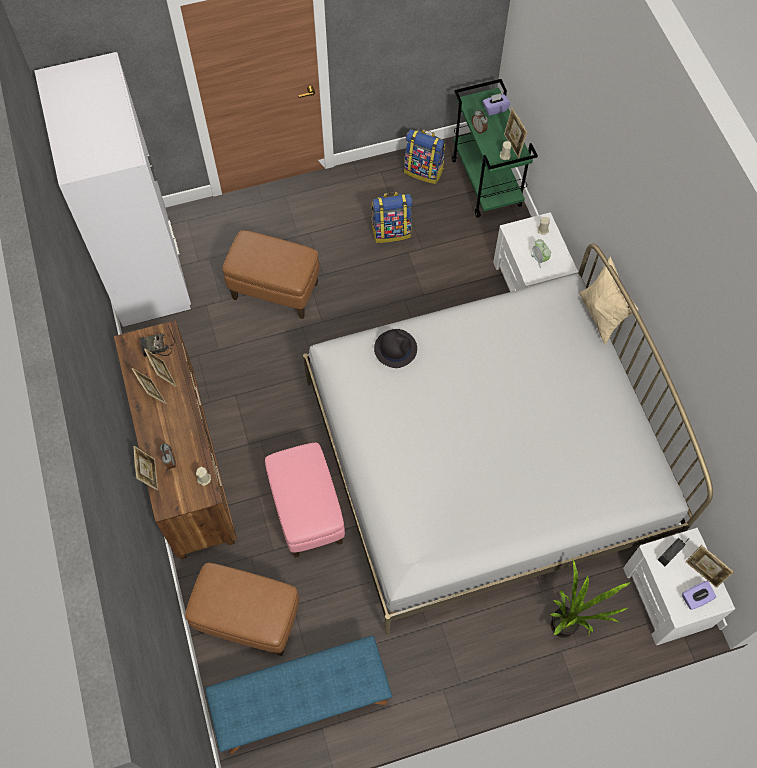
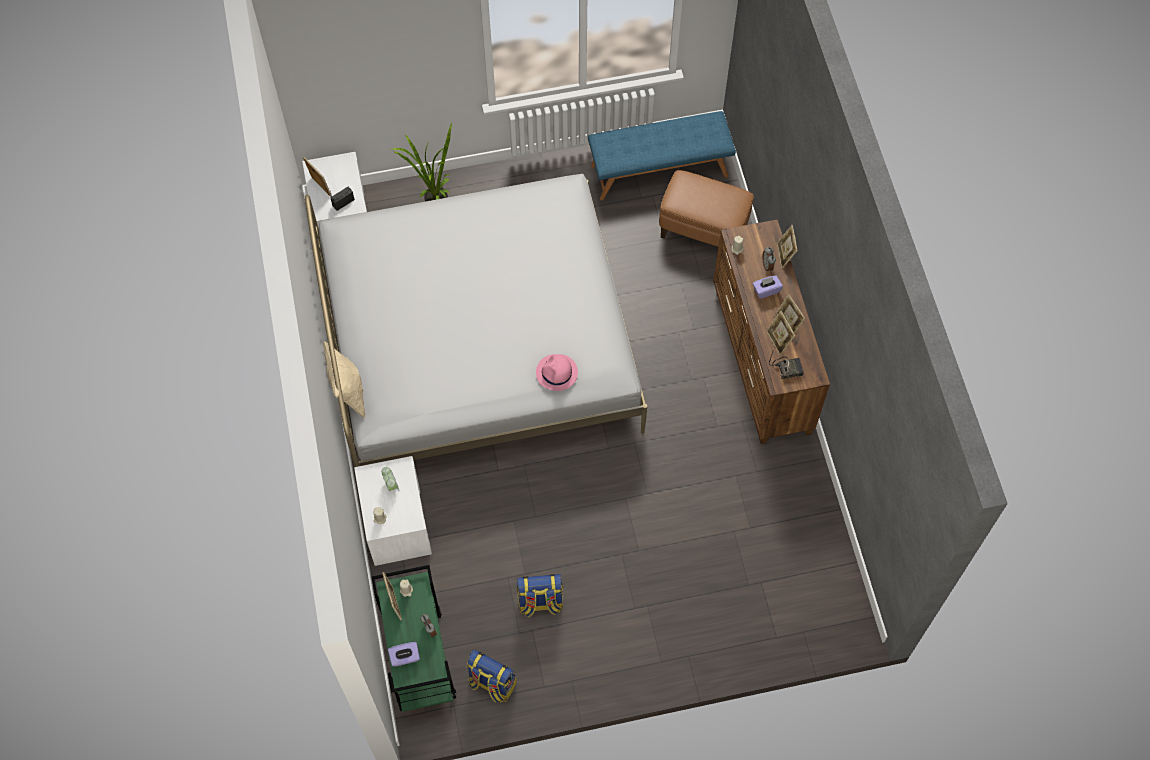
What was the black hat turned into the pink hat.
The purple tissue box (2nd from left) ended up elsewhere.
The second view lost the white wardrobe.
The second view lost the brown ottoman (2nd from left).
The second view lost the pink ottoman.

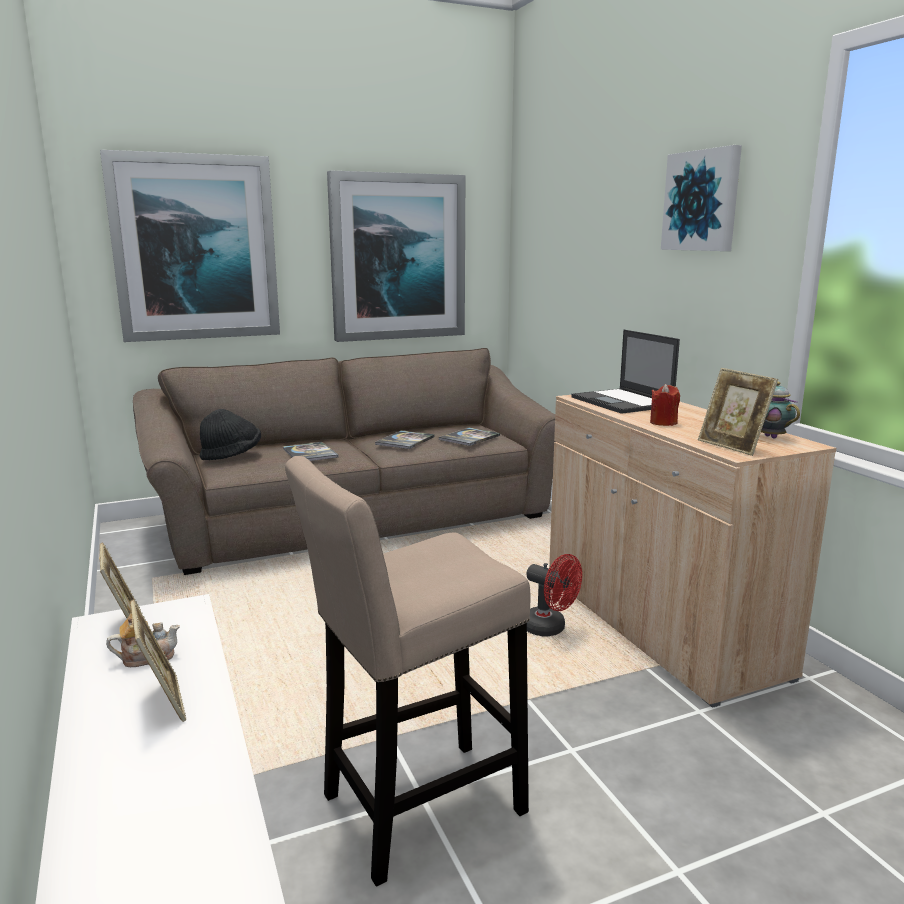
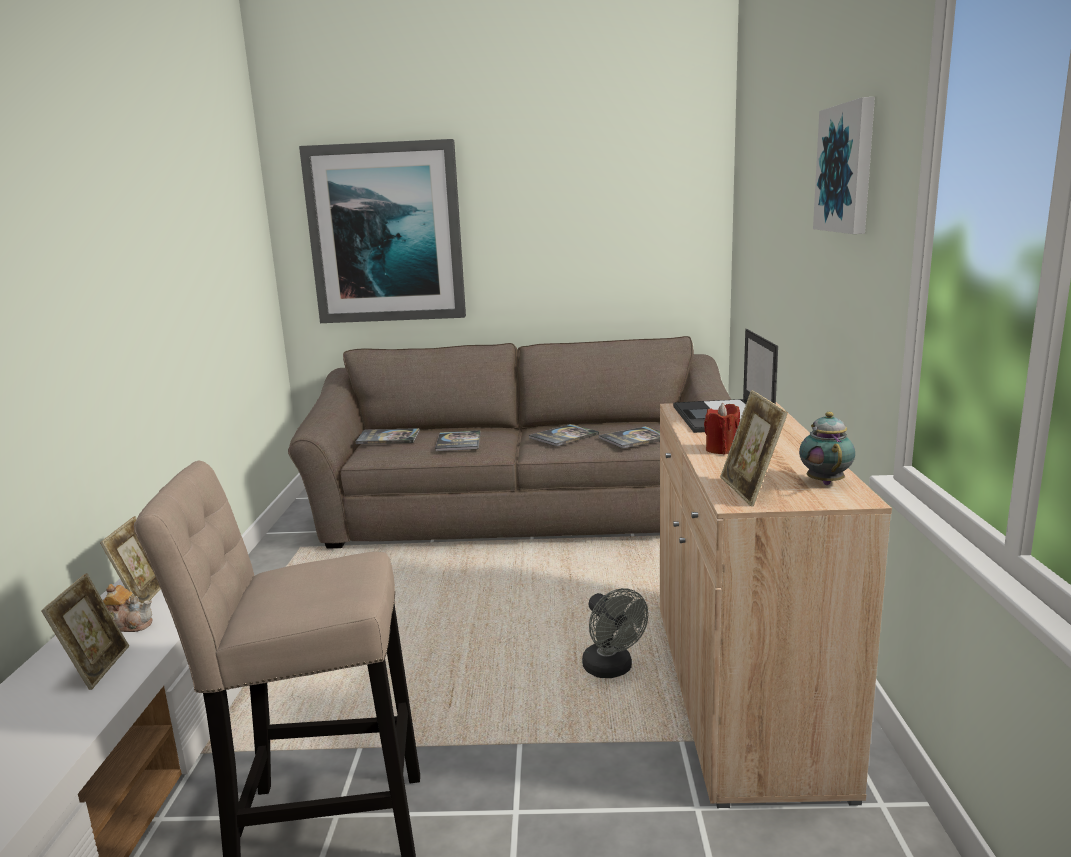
Where the black hat stood, the book (1st from left) came to stand.
What was the red fan turned into the grey fan.
The second view lost the picture (2nd from left).

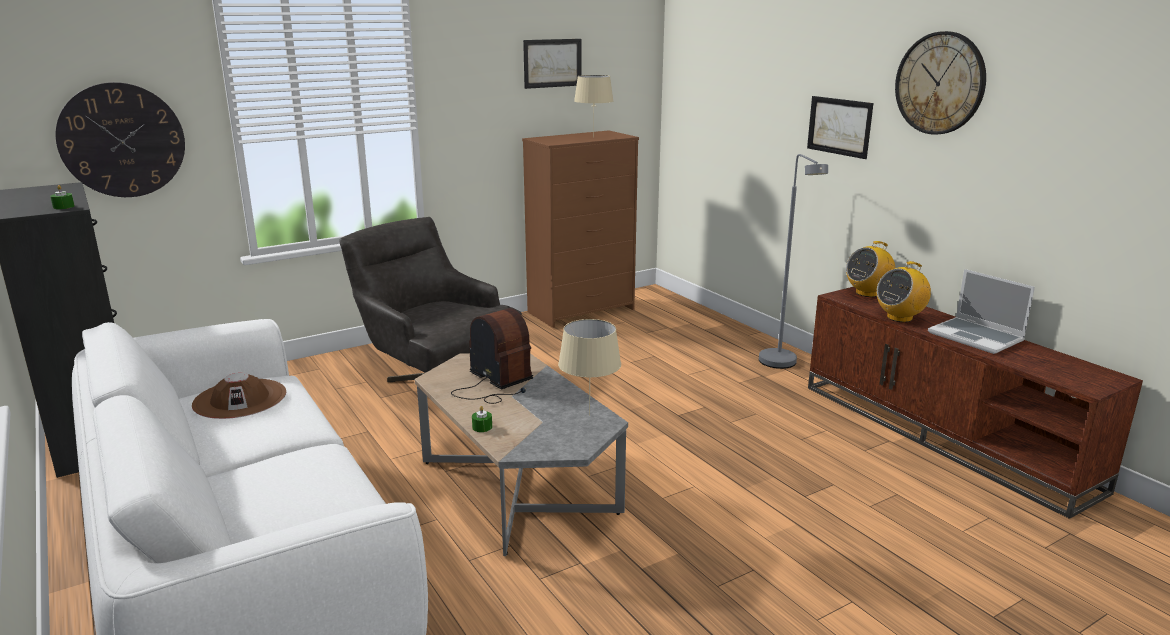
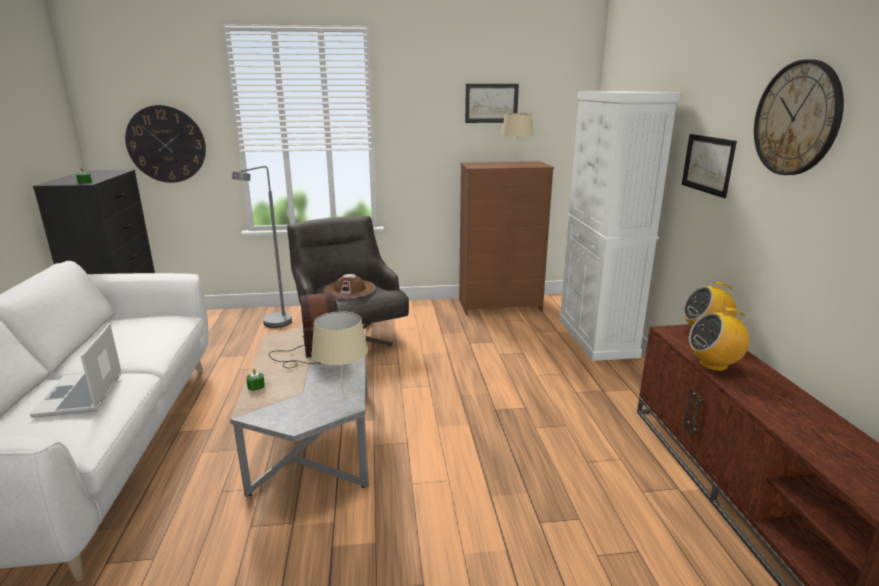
The laptop ended up elsewhere.
The grey floor lamp ended up elsewhere.
The brown hat ended up elsewhere.
The second view gained the white cabinet.

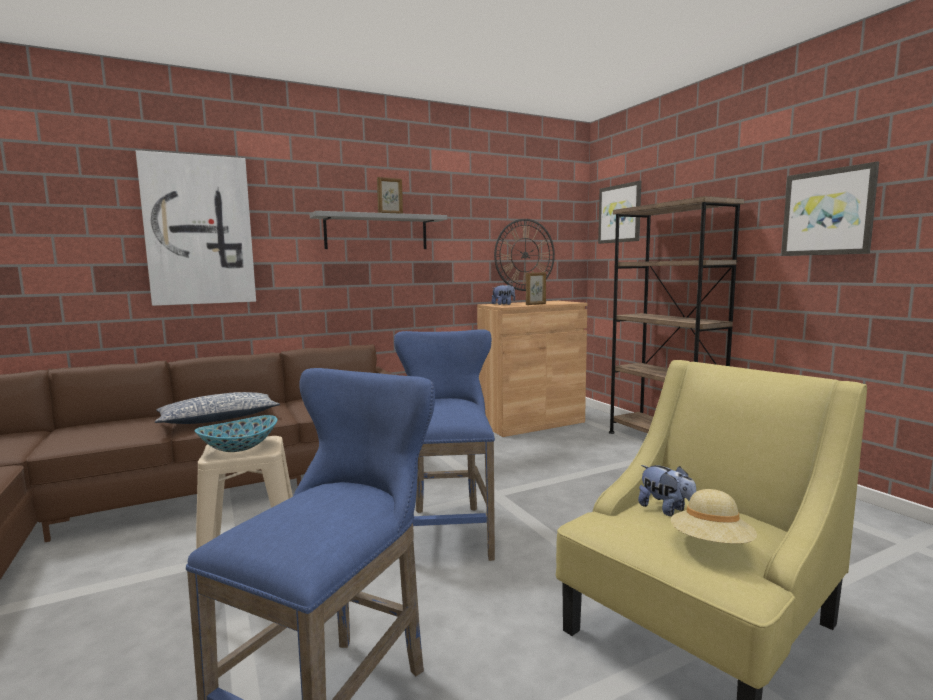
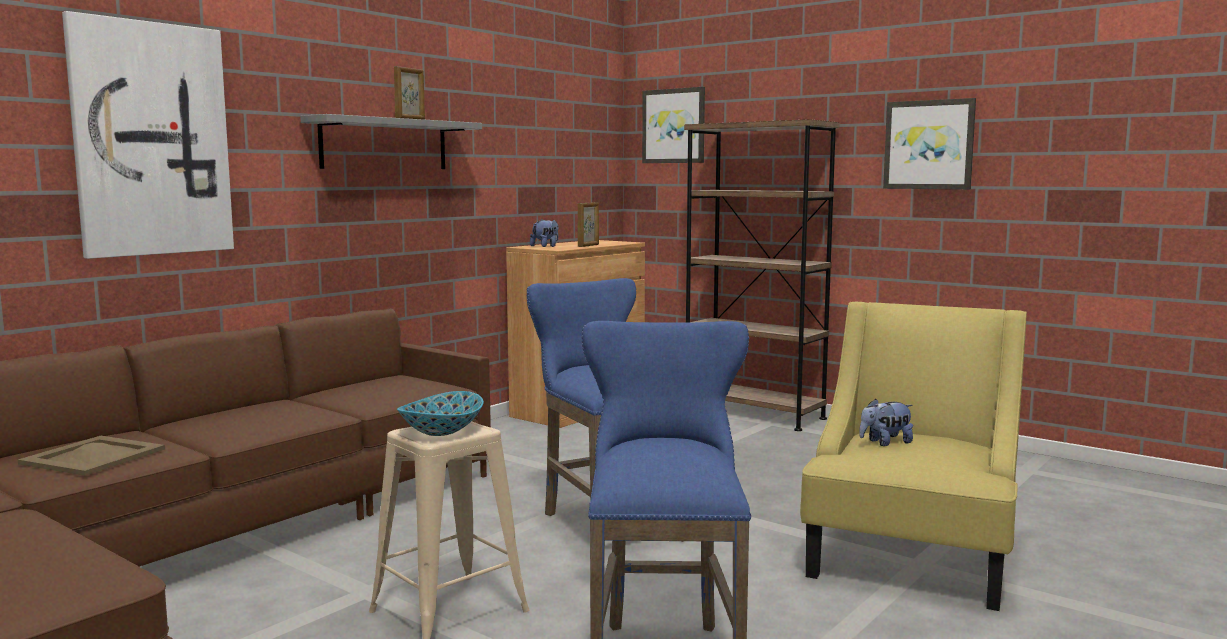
The second view gained the beige tray.
The plush toy (2nd from left) ended up facing another way, 135 degrees clockwise from before.
The second view lost the pillow.
The second view lost the wall clock.
The second view lost the beige hat.

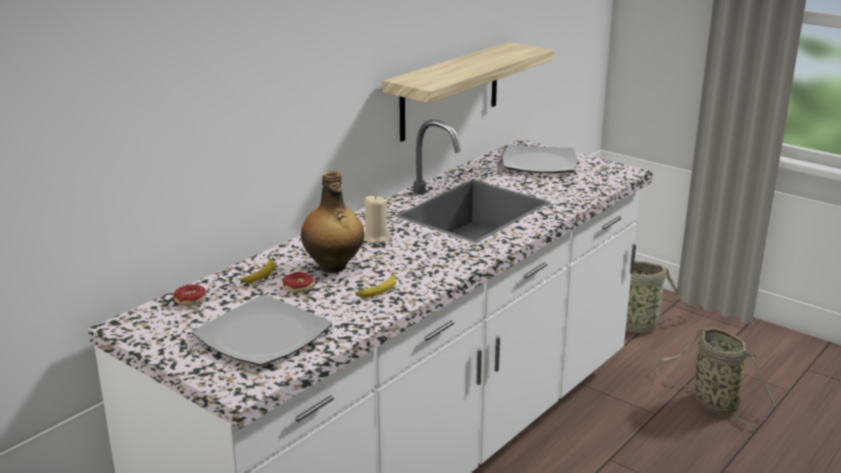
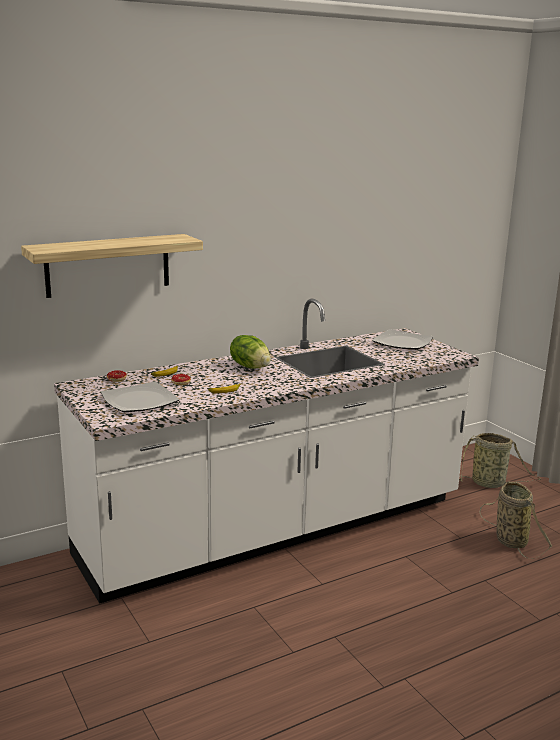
The shelf ended up elsewhere.
Where the beige candle stood, the lettuce came to stand.
The second view lost the bottle.

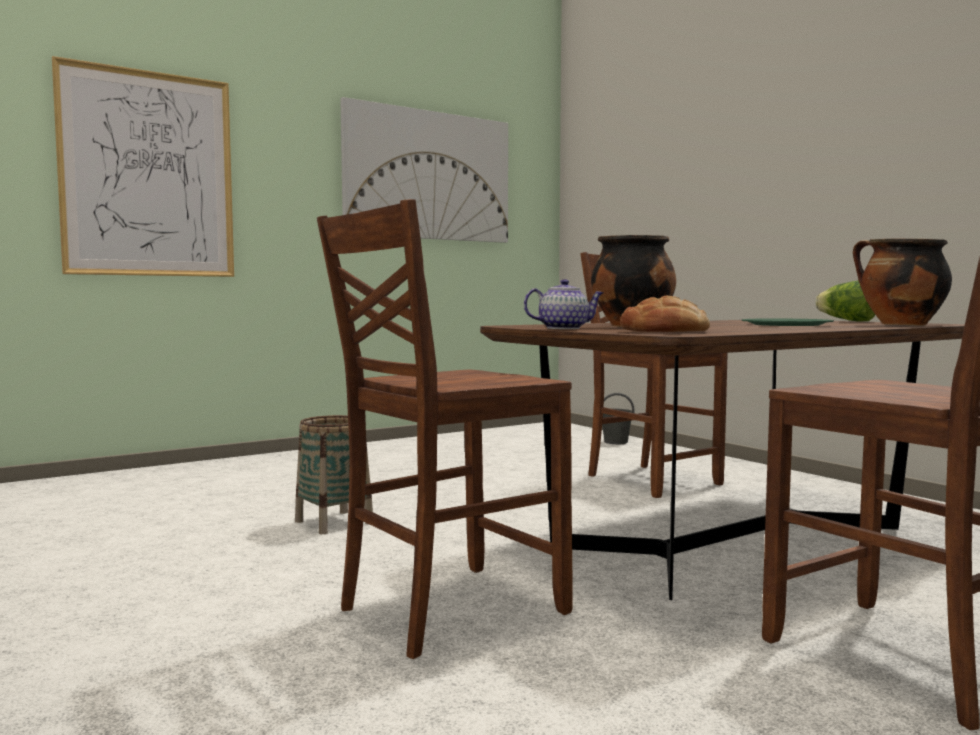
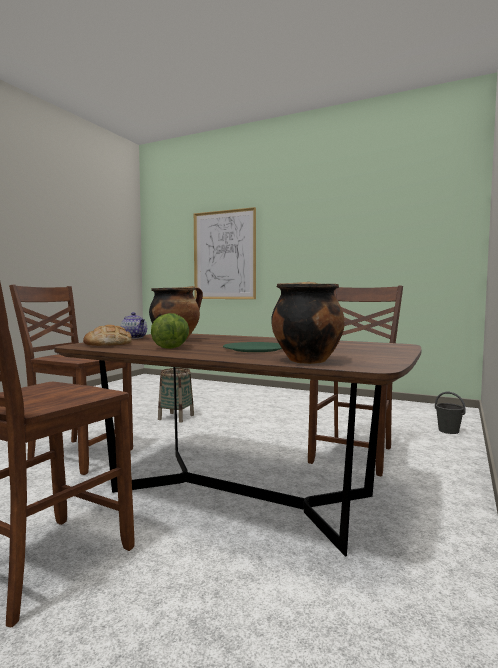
The lettuce ended up elsewhere.
The second view lost the picture (2nd from left).

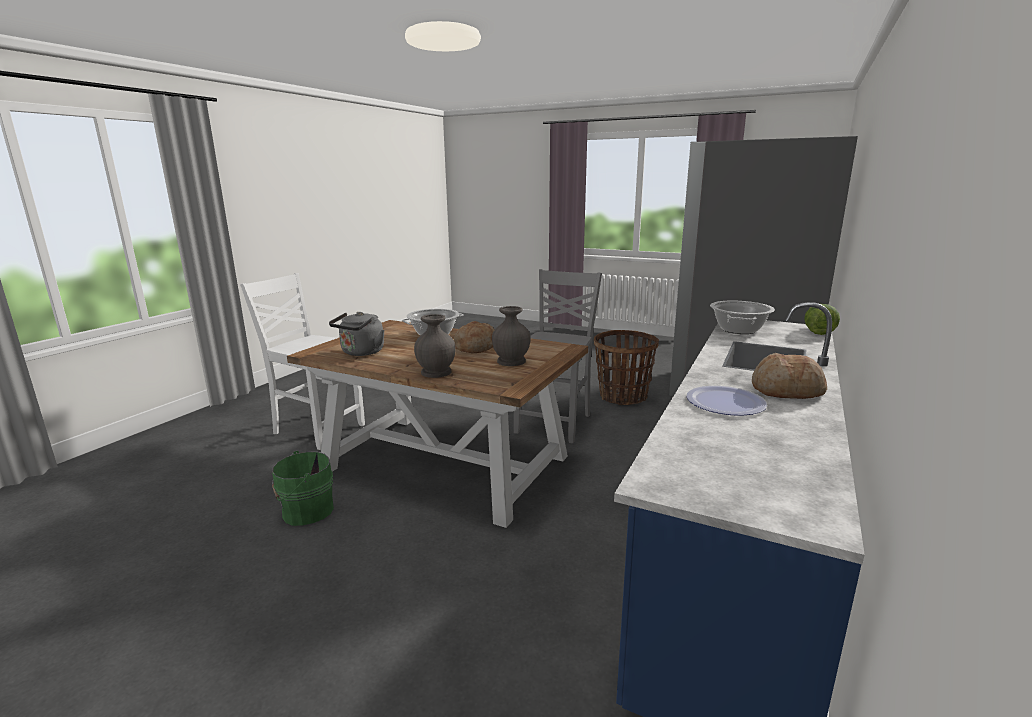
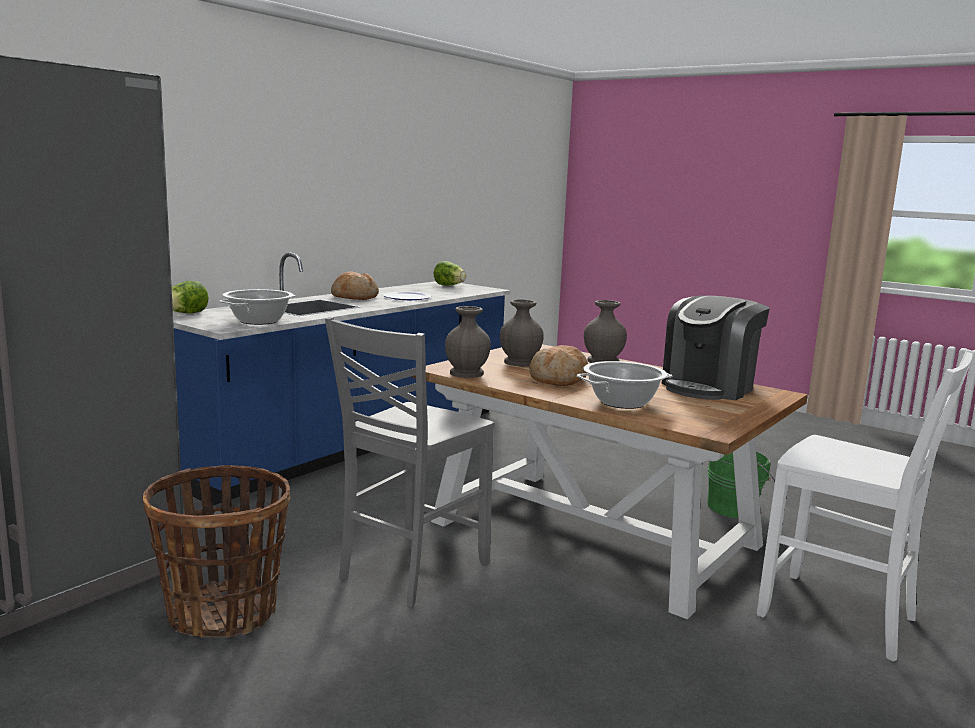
The second view gained the lettuce (2nd from left).
The second view gained the grey vase (1st from left).
Where the grey kettle stood, the coffee machine came to stand.

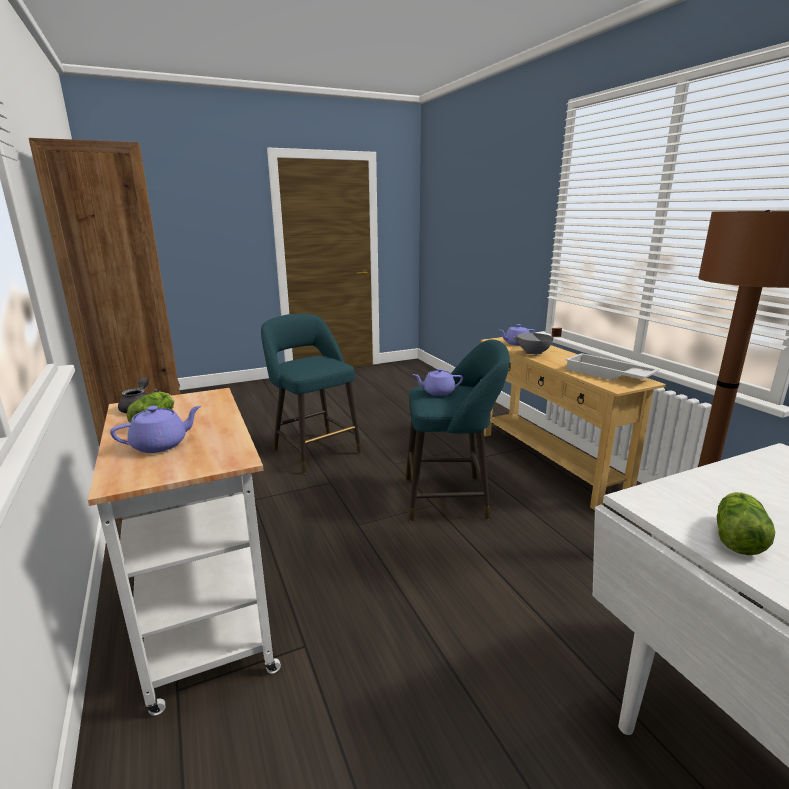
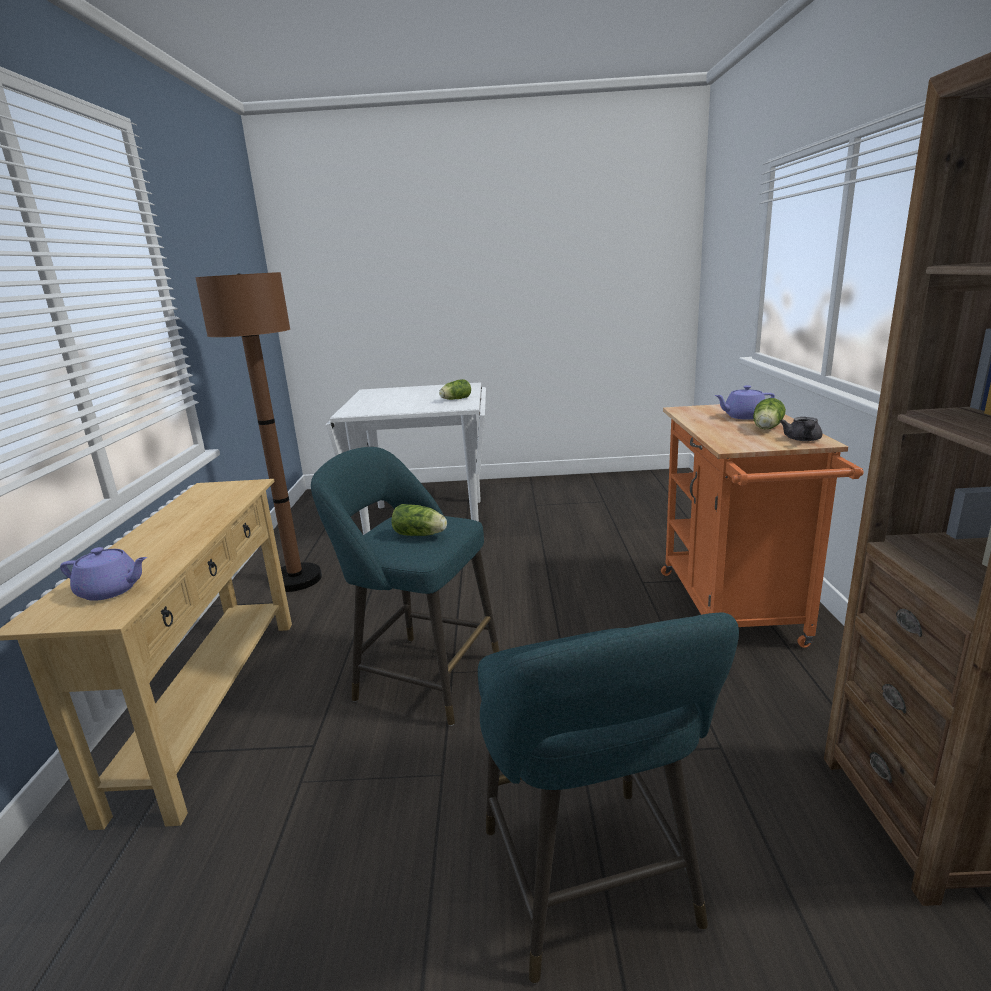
Where the purple teapot (2nd from left) stood, the lettuce (1st from left) came to stand.
What was the white cart turned into the orange cart.
The second view lost the grey cooking pot.
The second view lost the white tray.

